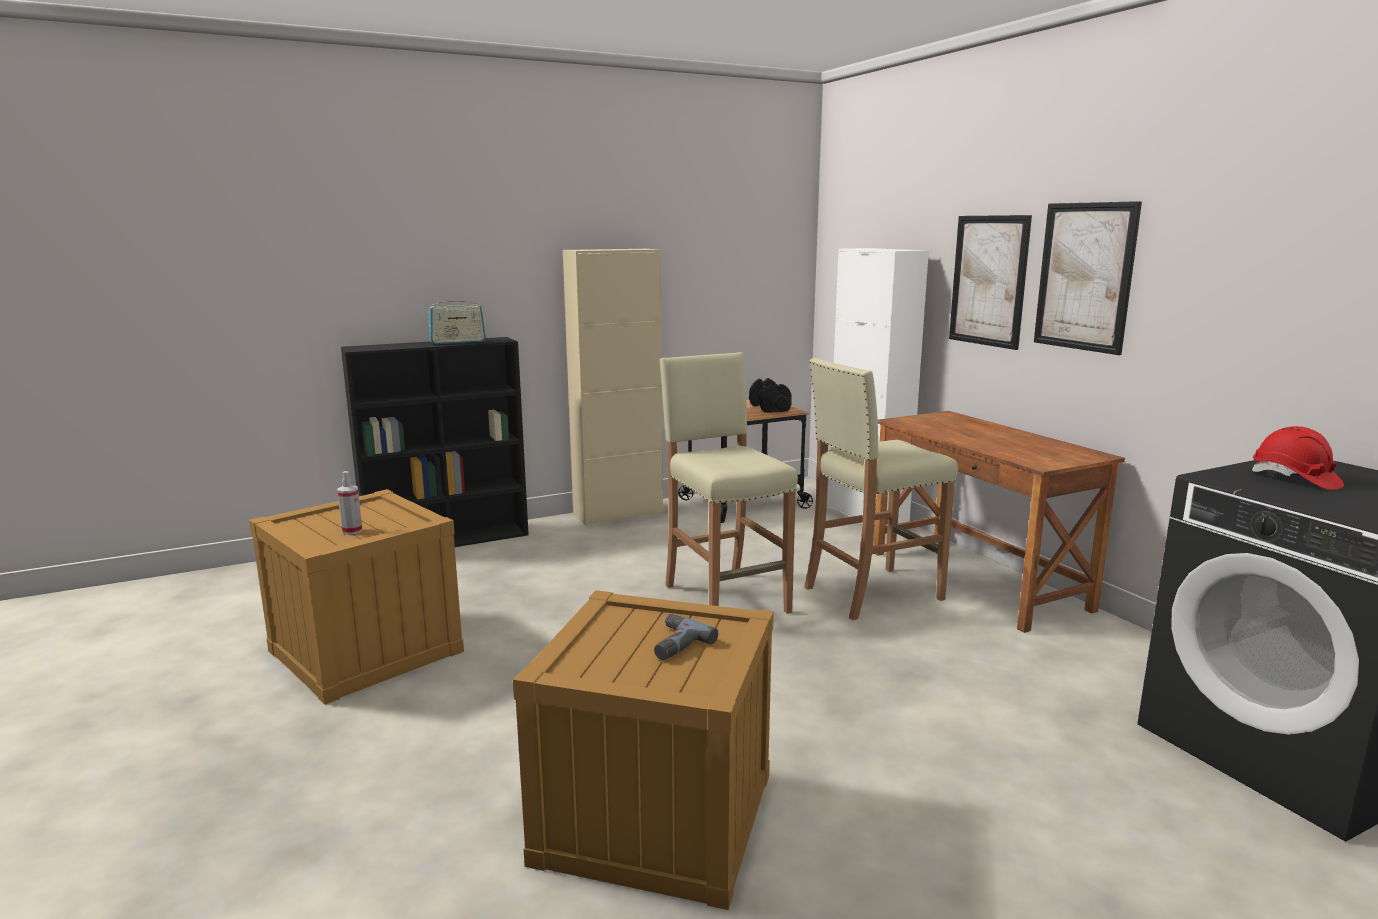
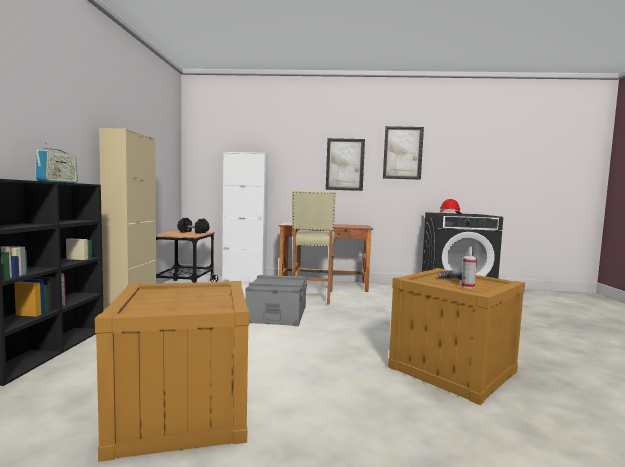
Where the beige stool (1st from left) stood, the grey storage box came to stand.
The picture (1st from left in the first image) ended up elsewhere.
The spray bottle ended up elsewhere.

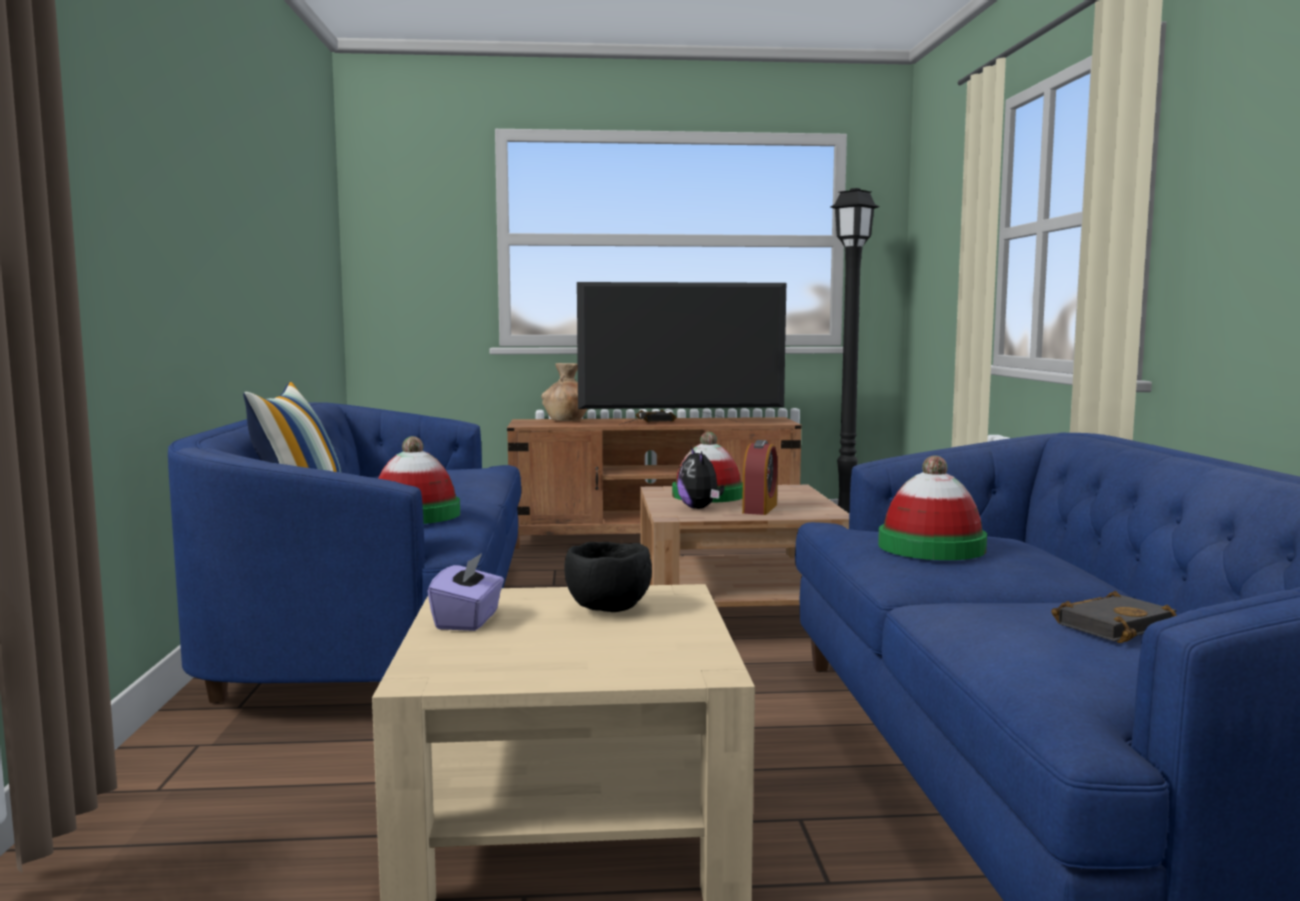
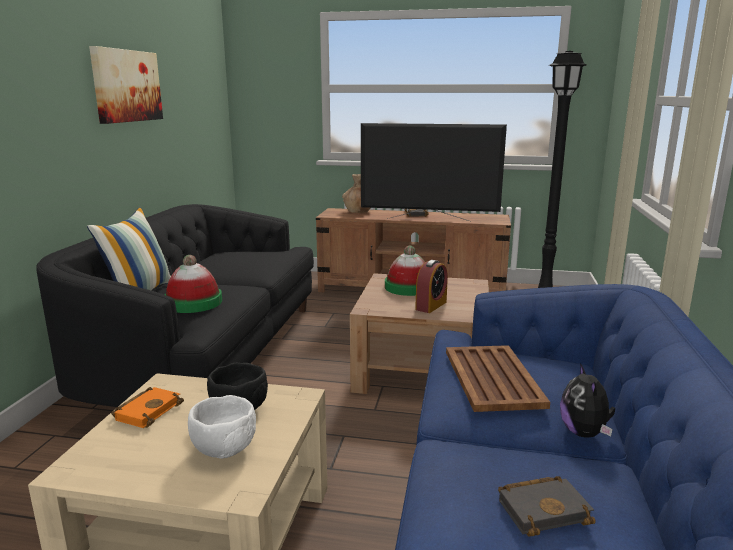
What was the blue sofa (1st from left) turned into the black sofa.
The second view gained the picture.
Where the purple tissue box stood, the orange book came to stand.
The second view gained the white bowl.
Where the hat (3rd from left) stood, the brown tray came to stand.
The plush toy ended up elsewhere.

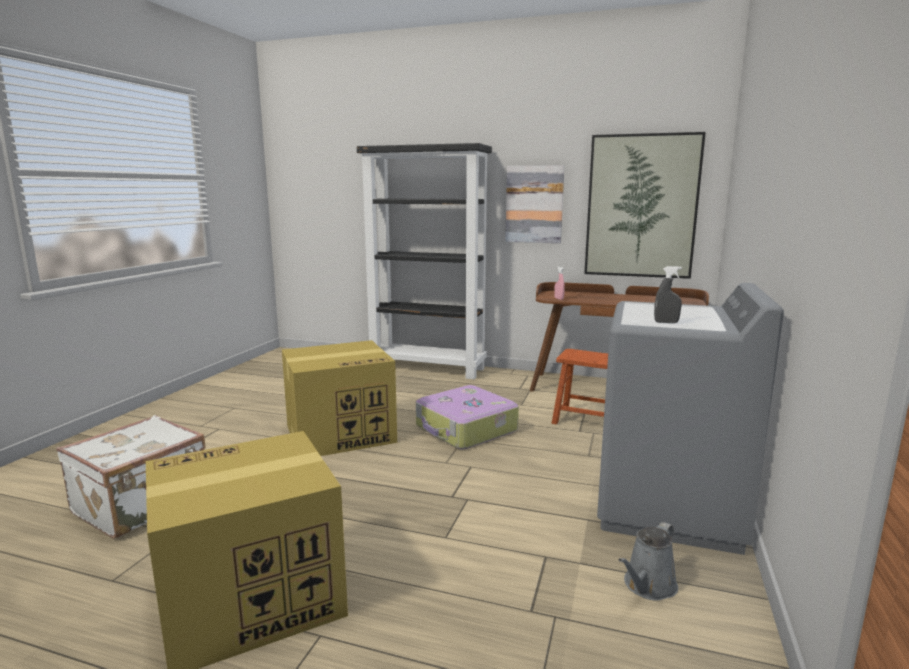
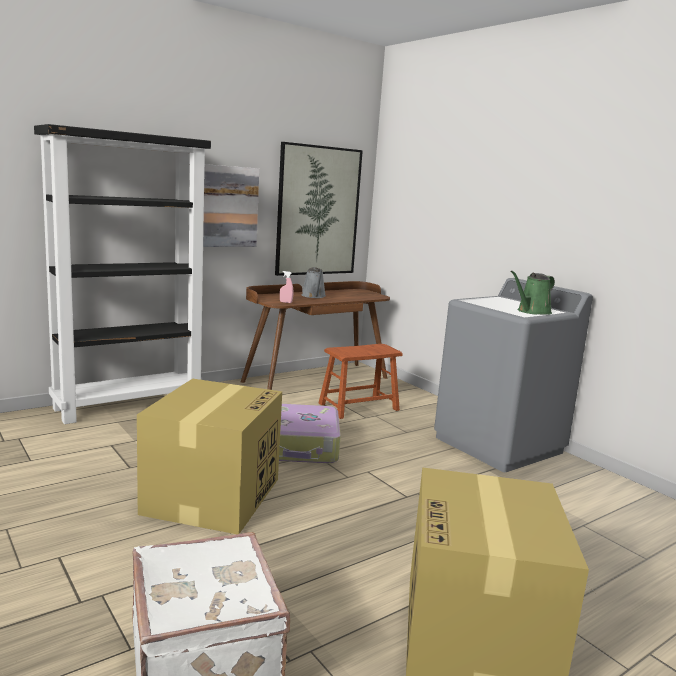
The grey watering can ended up elsewhere.
Where the grey spray bottle stood, the green watering can came to stand.

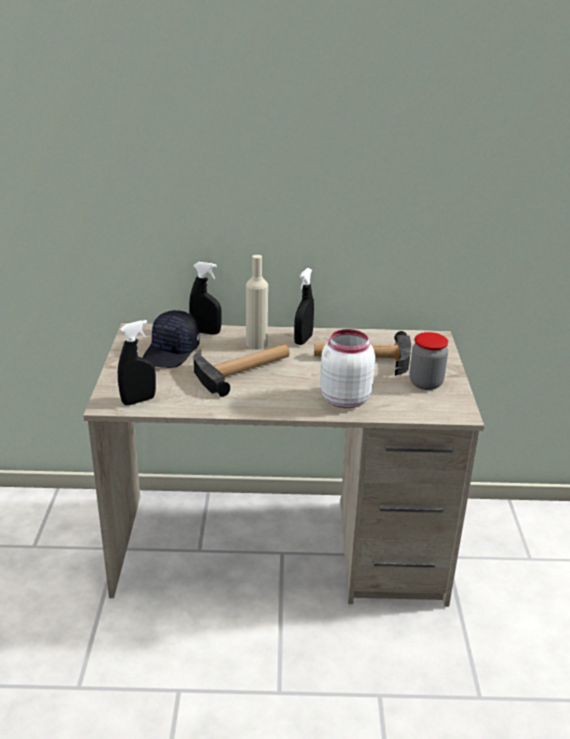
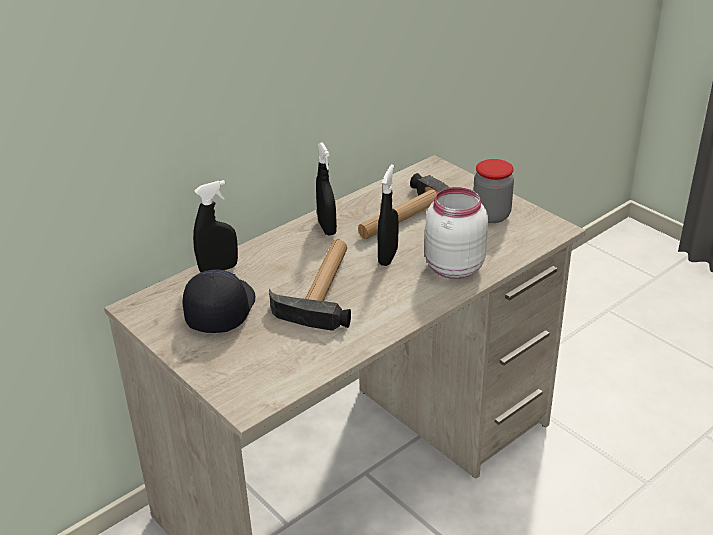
The black cap ended up facing another way, 150 degrees counterclockwise from before.
The black spray bottle (1st from left in the first image) ended up elsewhere.
The second view lost the beige bottle.

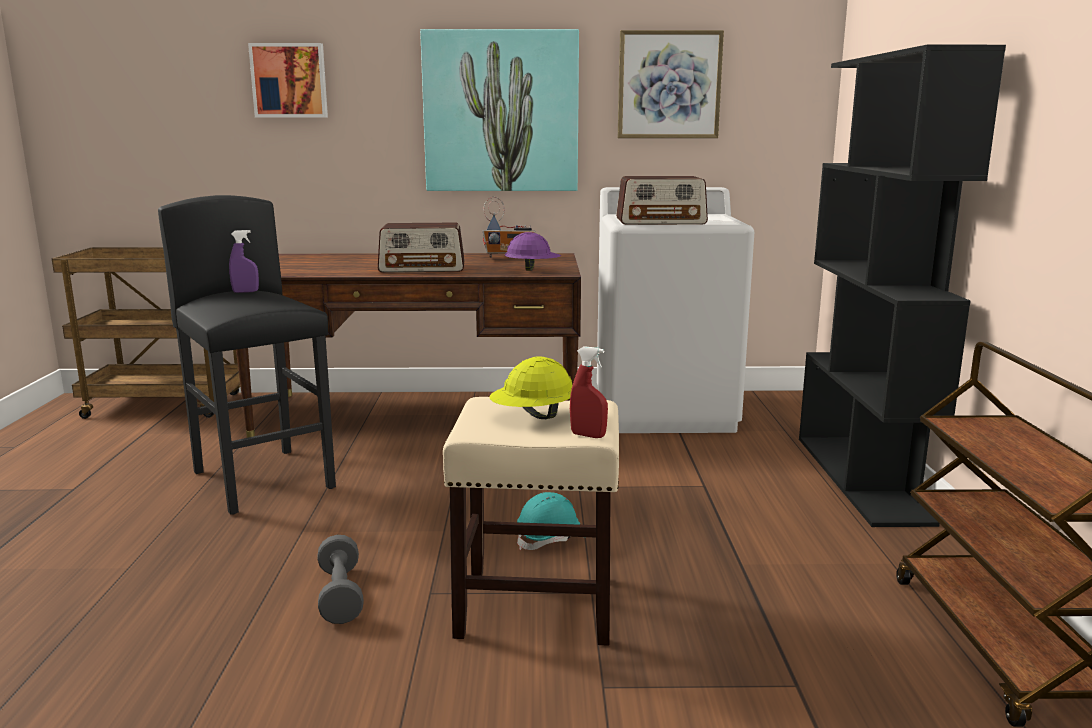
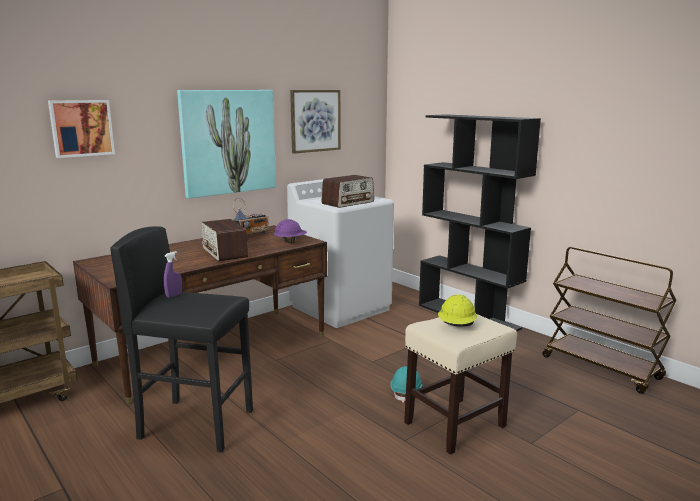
The radio (1st from left) ended up facing another way, 105 degrees clockwise from before.
The second view lost the grey dumbbell.
The second view lost the red spray bottle.

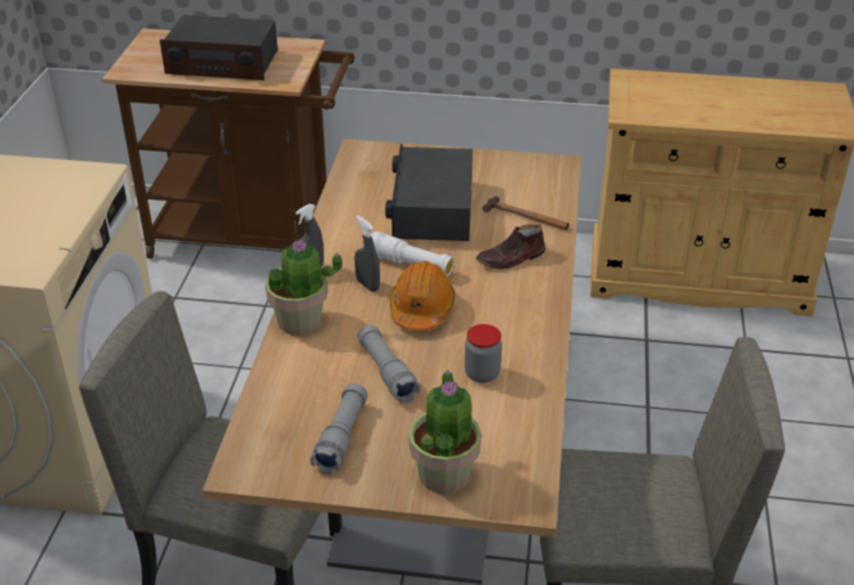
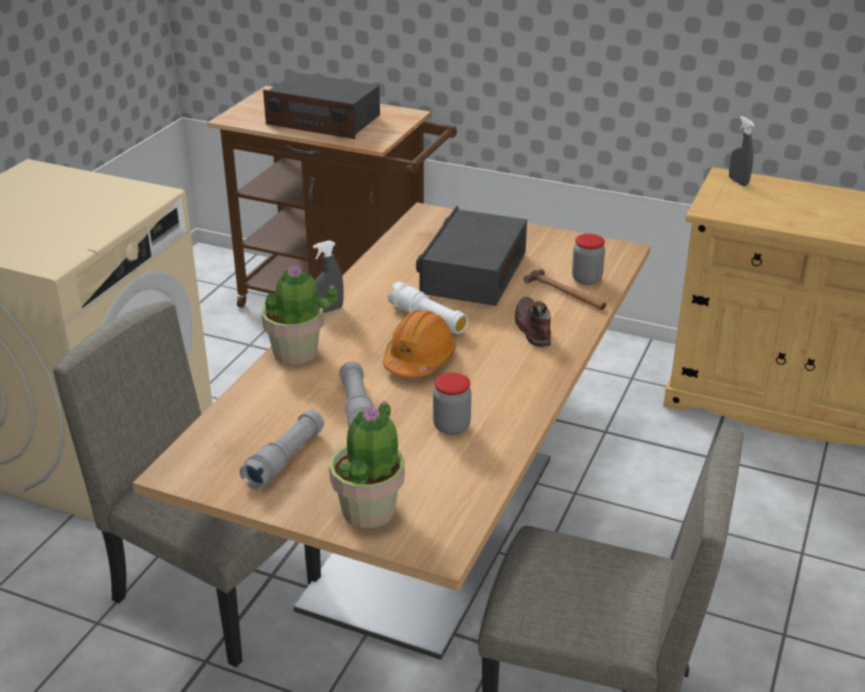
The brown shoe ended up facing another way, 90 degrees clockwise from before.
The second view gained the jar (2nd from left).
The grey spray bottle (2nd from left) ended up elsewhere.

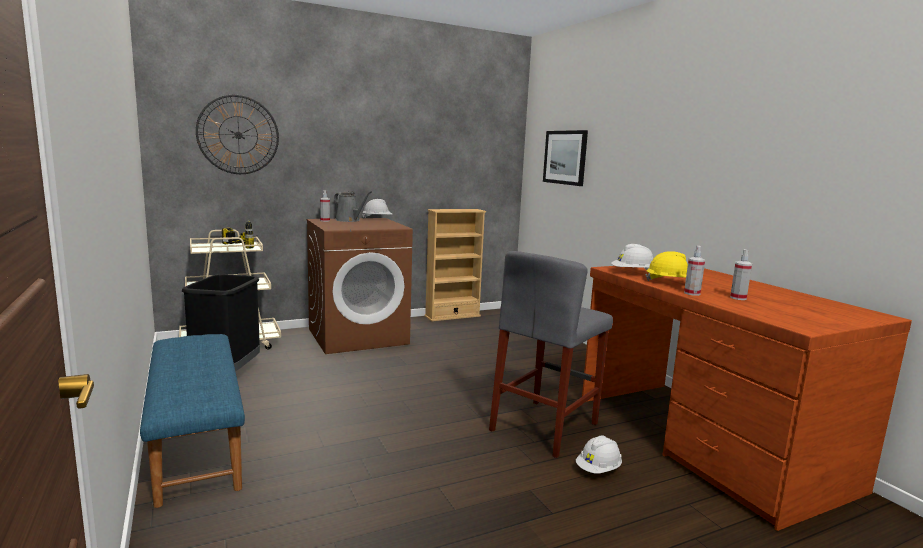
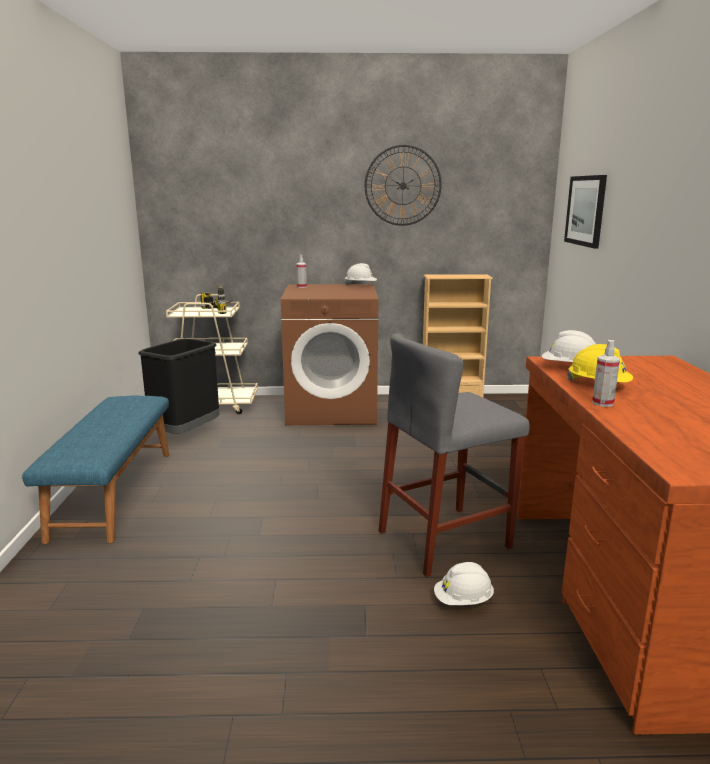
The wall clock ended up elsewhere.
The second view lost the grey watering can.
The second view lost the spray bottle (3rd from left).

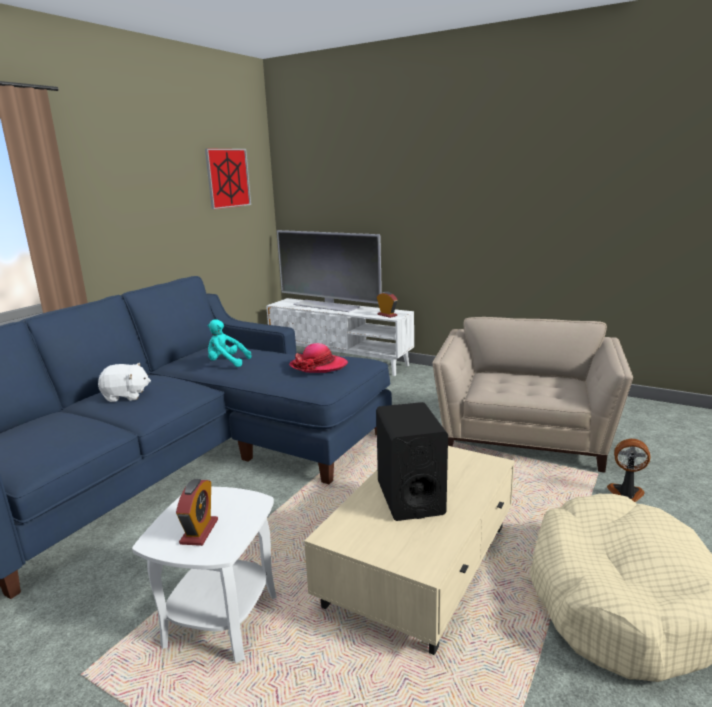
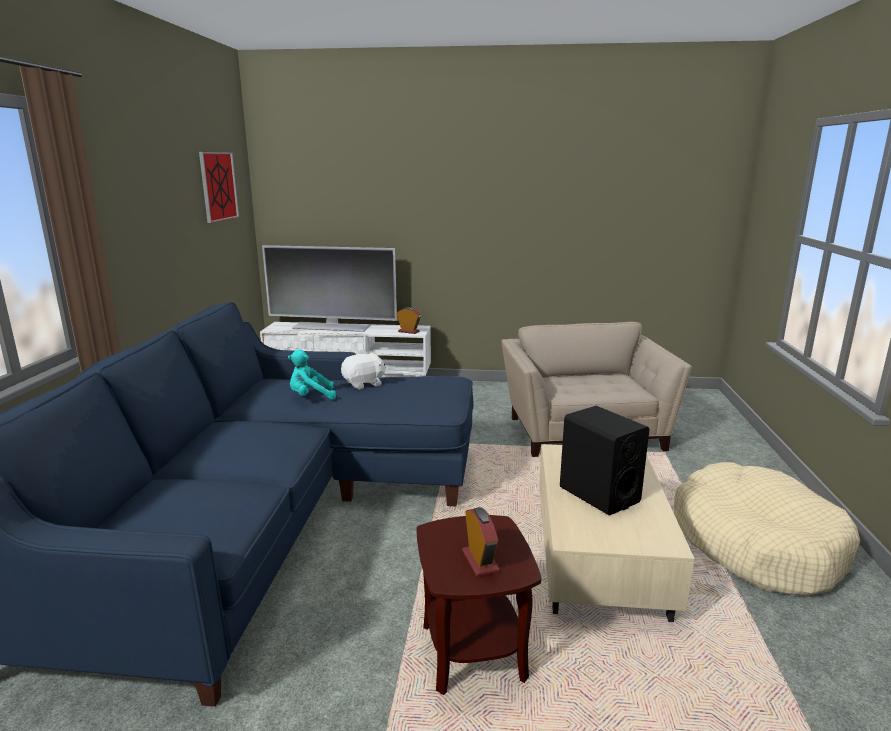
The white plush toy ended up elsewhere.
What was the white side table turned into the brown side table.
The second view lost the hat.
The second view lost the fan.

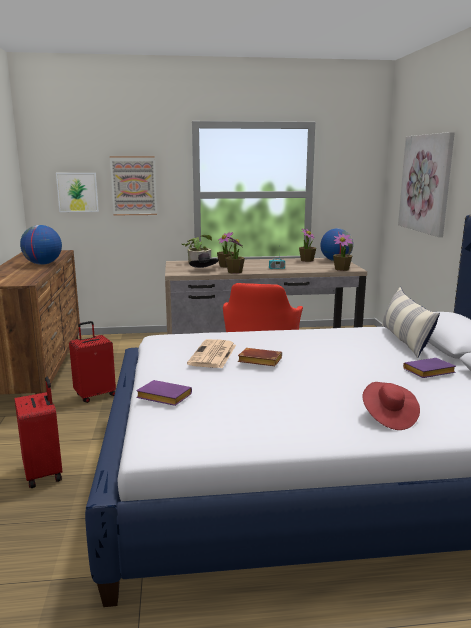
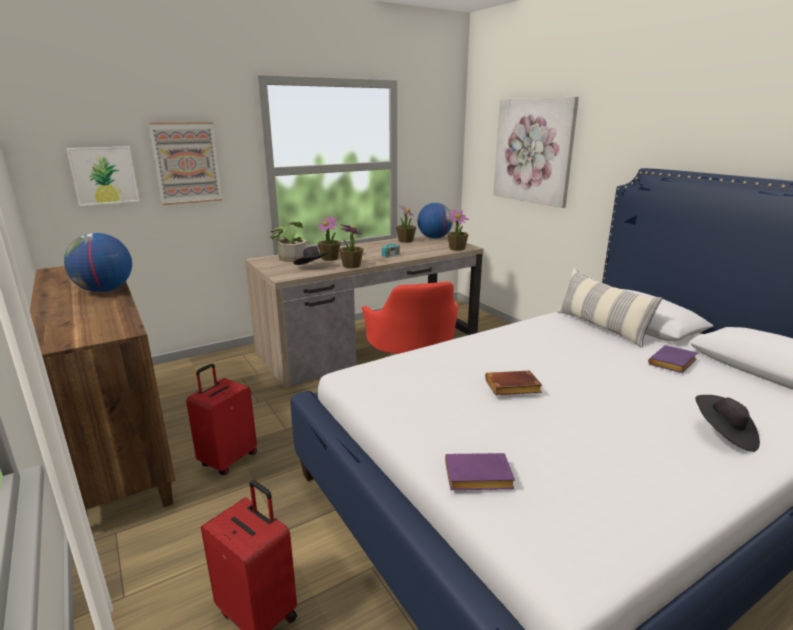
What was the red hat turned into the black hat (2nd from left).
The second view lost the newspaper.

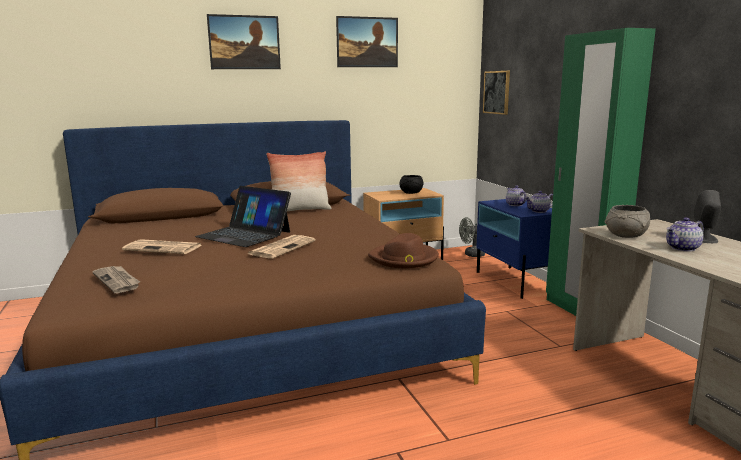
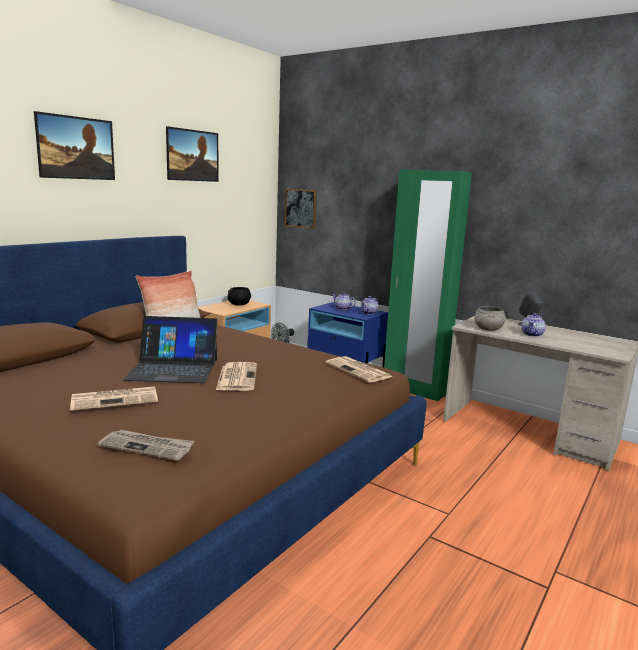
Where the brown hat stood, the newspaper (4th from left) came to stand.

